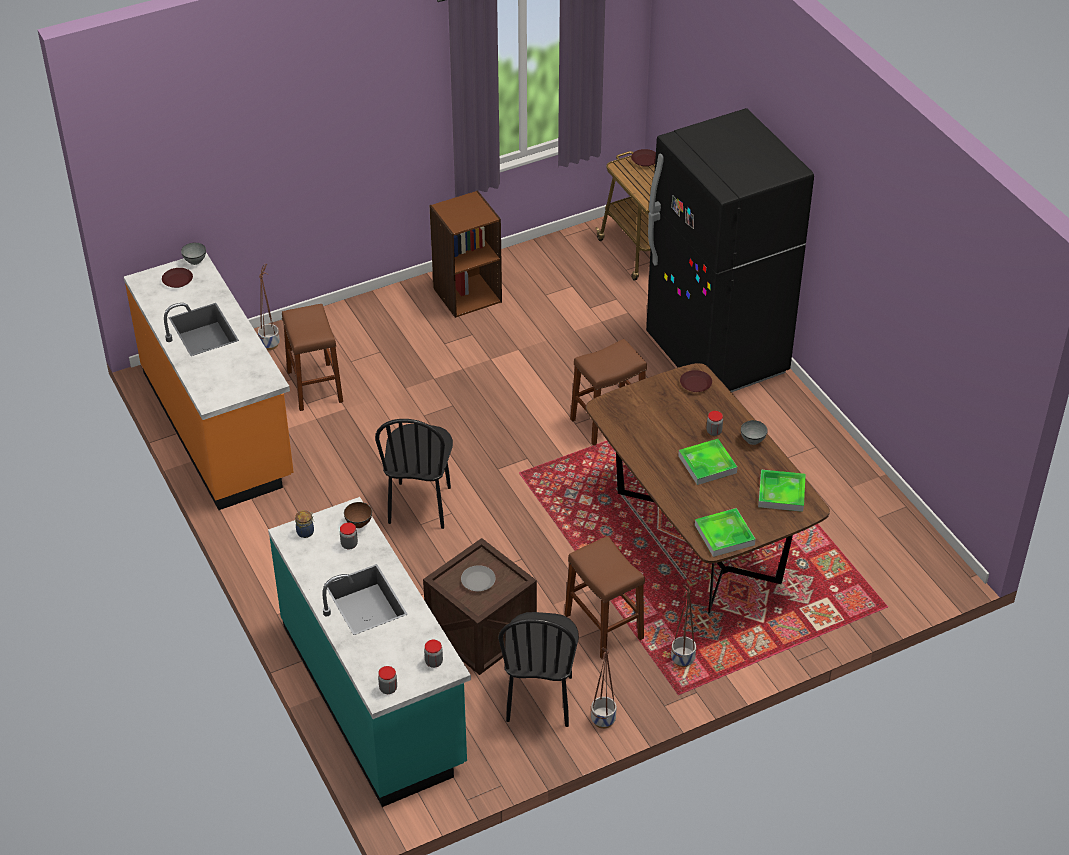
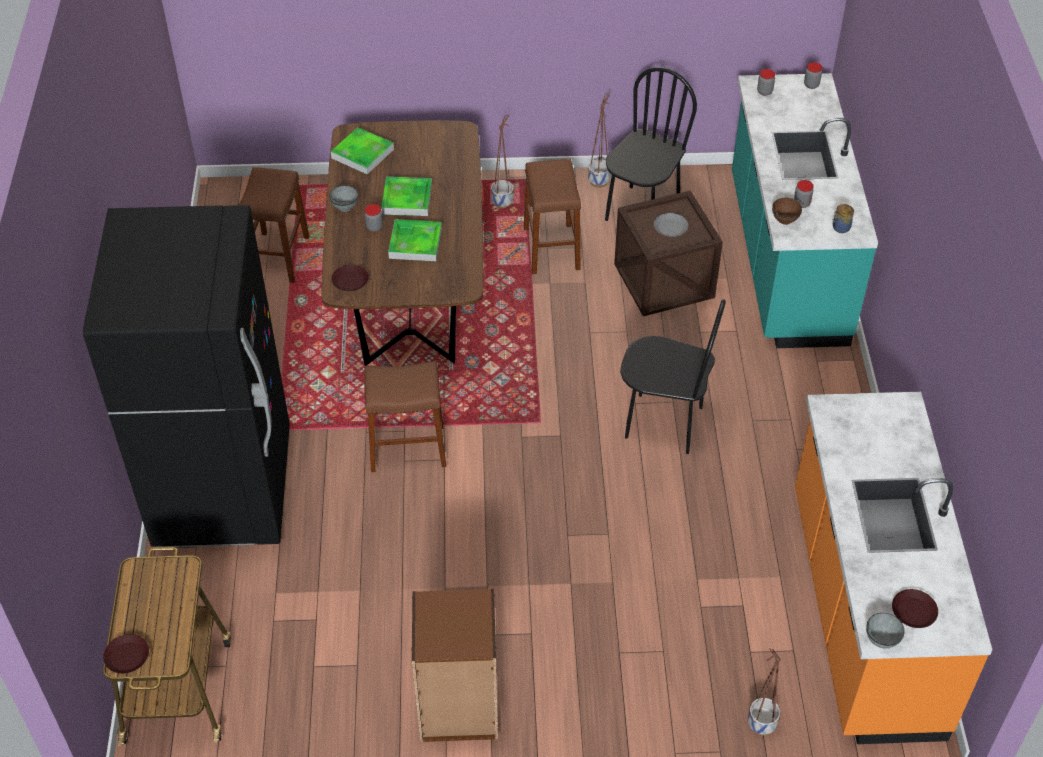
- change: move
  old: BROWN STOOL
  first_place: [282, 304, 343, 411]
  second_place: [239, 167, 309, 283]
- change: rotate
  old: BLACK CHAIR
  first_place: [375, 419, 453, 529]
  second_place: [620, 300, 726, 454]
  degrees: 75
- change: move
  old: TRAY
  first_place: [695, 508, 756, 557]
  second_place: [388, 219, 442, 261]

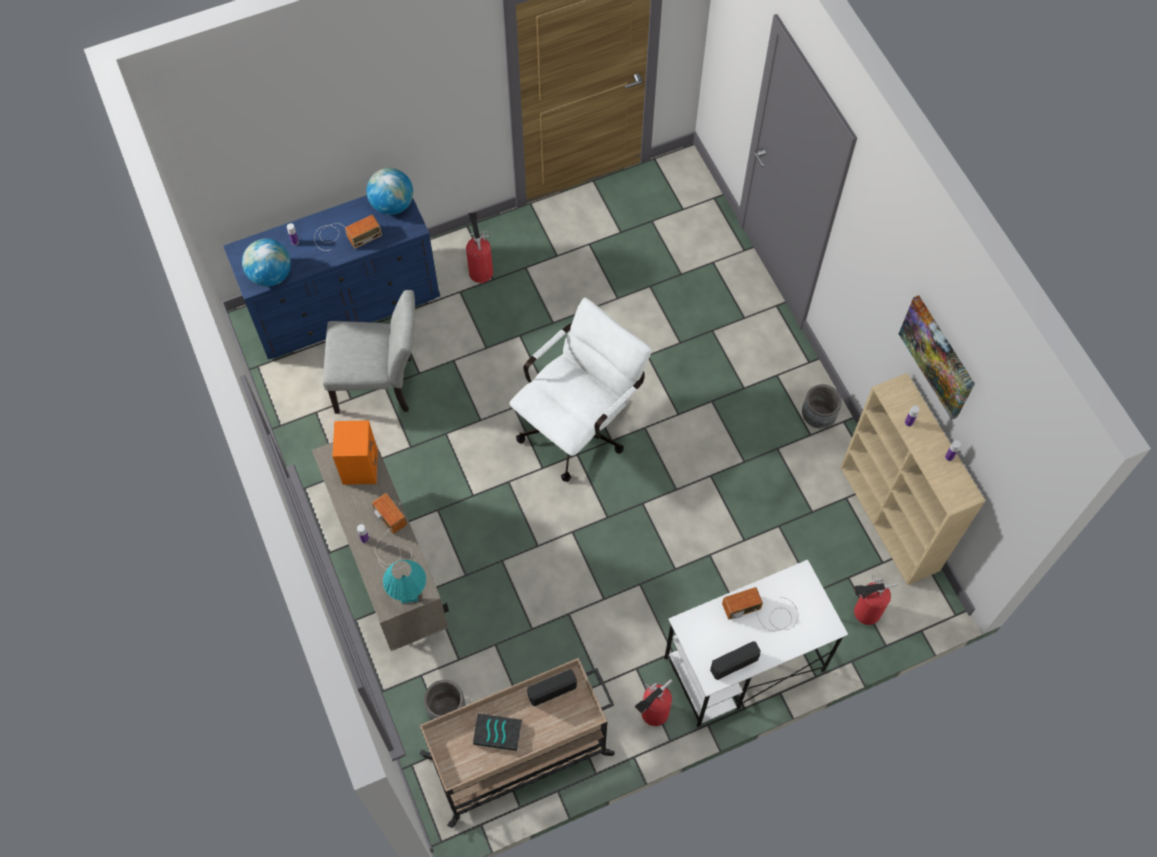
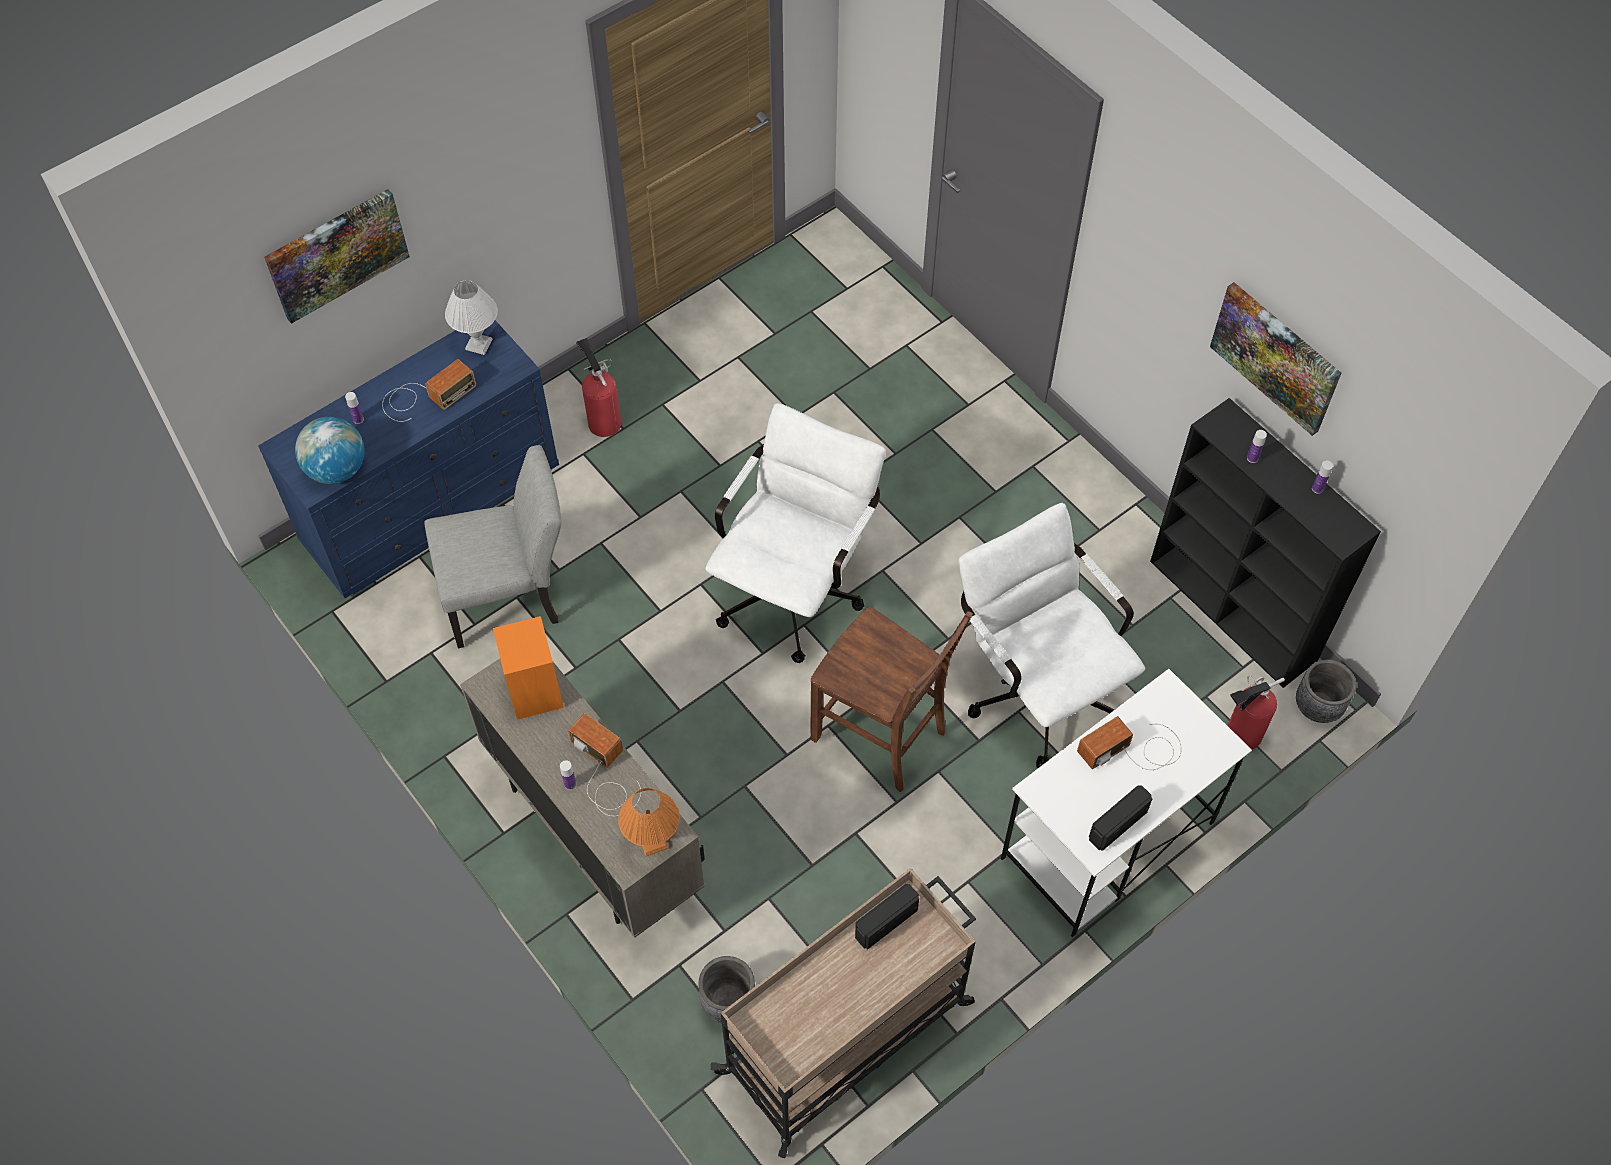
- change: replace
  old: GLOBE
  new: WHITE TABLE LAMP
  first_place: [366, 168, 413, 215]
  second_place: [445, 280, 498, 355]
- change: recolor
  old: BEIGE BOOKCASE
  new: BLACK BOOKCASE
  first_place: [840, 373, 985, 585]
  second_place: [1150, 398, 1381, 688]
- change: move
  old: GREY PLANTER
  first_place: [802, 384, 842, 428]
  second_place: [1296, 659, 1357, 723]
- change: recolor
  old: TURQUOISE TABLE LAMP
  new: ORANGE TABLE LAMP
  first_place: [383, 560, 426, 603]
  second_place: [618, 788, 680, 856]
- change: delete
  old: FIRE EXTINGUISHER
  first_place: [635, 679, 672, 726]
- change: delete
  old: BOOK
  first_place: [473, 713, 522, 751]
- change: insert
  new: PICTURE
  second_place: [264, 189, 410, 324]
- change: insert
  new: WHITE OFFICE CHAIR
  second_place: [958, 503, 1145, 768]
- change: insert
  new: BROWN CHAIR
  second_place: [811, 607, 973, 792]

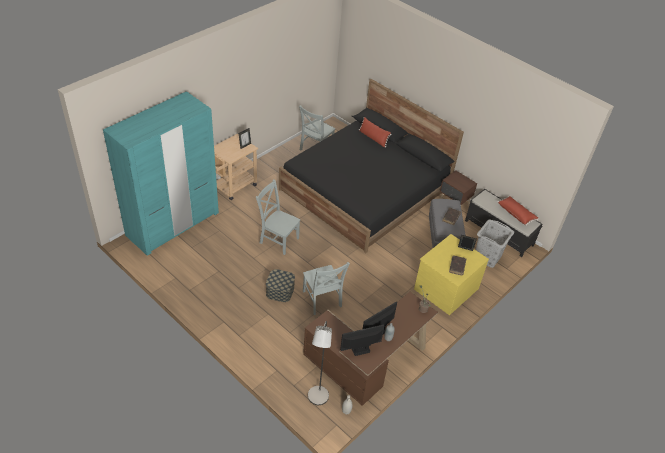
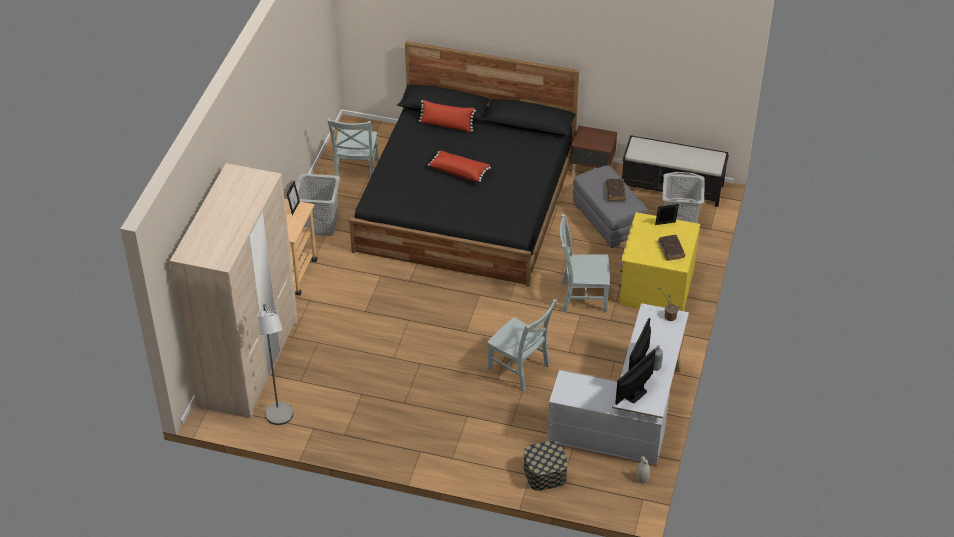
- change: recolor
  old: TURQUOISE WARDROBE
  new: BEIGE WARDROBE
  first_place: [103, 91, 219, 256]
  second_place: [170, 163, 298, 418]
- change: move
  old: GREY CHAIR
  first_place: [256, 180, 301, 255]
  second_place: [560, 214, 610, 312]
- change: move
  old: RED PILLOW
  first_place: [497, 196, 538, 226]
  second_place: [428, 150, 491, 182]
- change: move
  old: STORAGE BOX
  first_place: [266, 269, 295, 302]
  second_place: [524, 440, 568, 491]
- change: recolor
  old: BROWN DESK
  new: WHITE DESK
  first_place: [303, 292, 438, 406]
  second_place: [547, 303, 689, 465]
- change: move
  old: GREY FLOOR LAMP
  first_place: [308, 321, 332, 405]
  second_place: [257, 304, 293, 425]
- change: insert
  new: GREY LAUNDRY BASKET
  second_place: [296, 174, 340, 236]

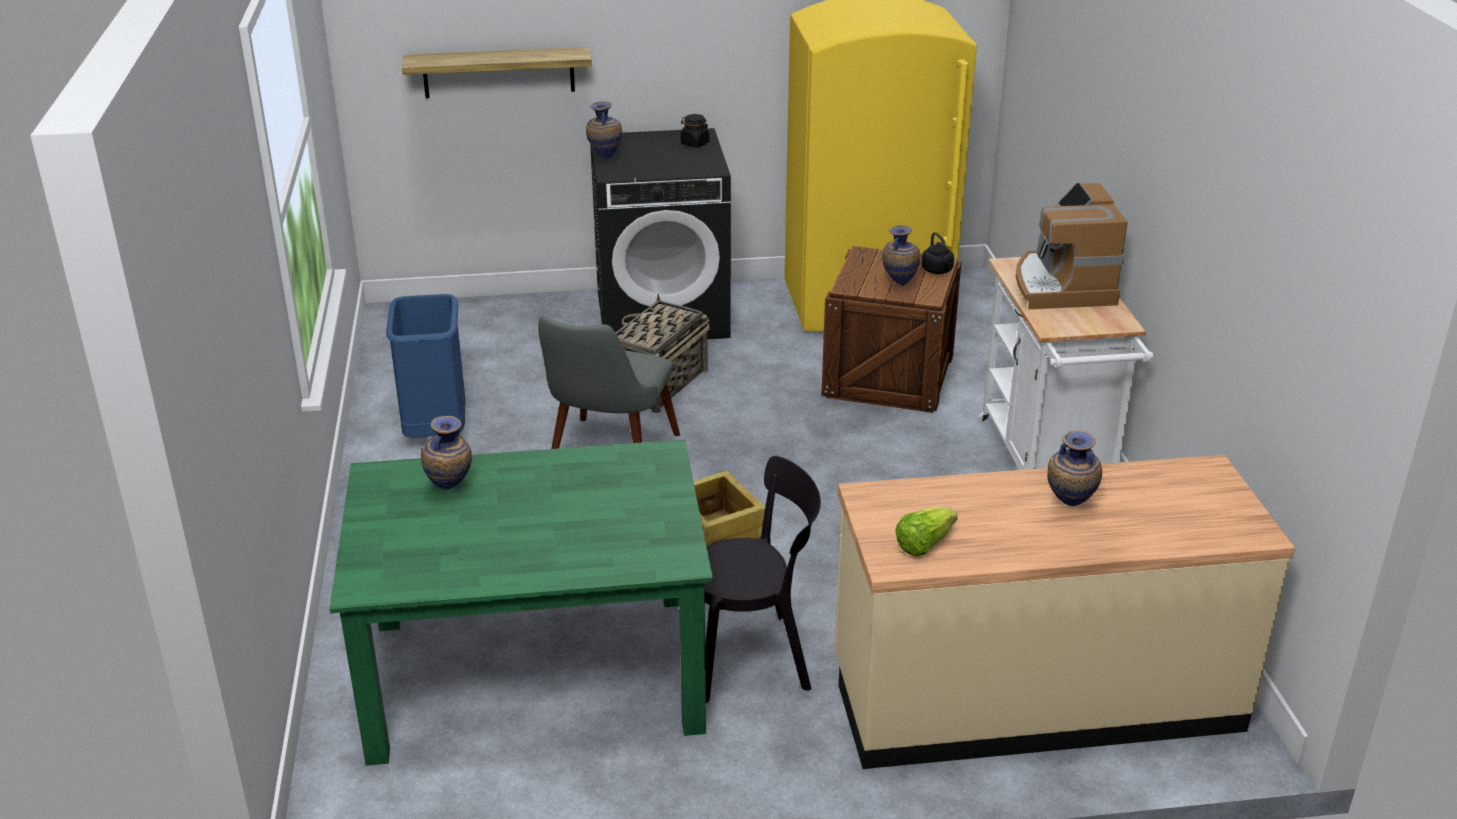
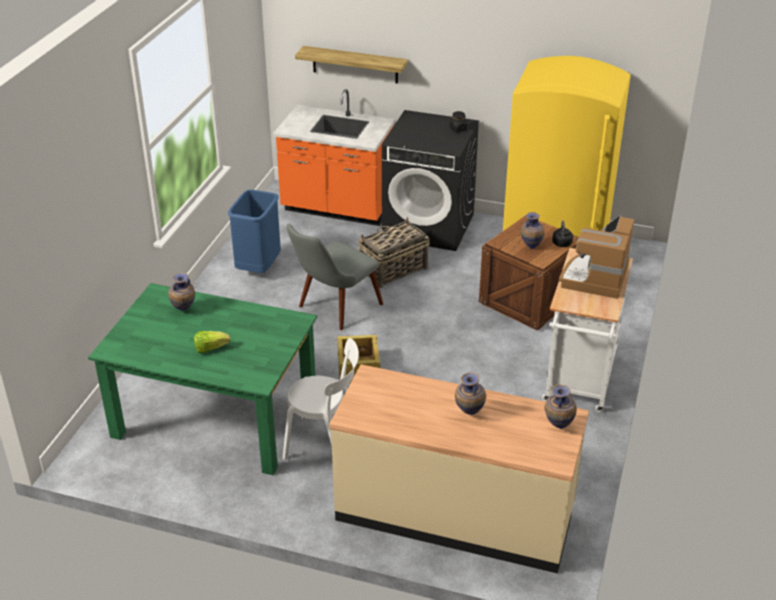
- change: move
  old: VASE
  first_place: [586, 101, 622, 159]
  second_place: [545, 385, 577, 429]
- change: recolor
  old: BLACK CHAIR
  new: WHITE CHAIR
  first_place: [705, 456, 821, 703]
  second_place: [283, 338, 359, 460]
- change: move
  old: LETTUCE
  first_place: [895, 506, 958, 556]
  second_place: [194, 331, 231, 353]
- change: insert
  new: ORANGE COUNTER
  second_place: [273, 89, 395, 226]

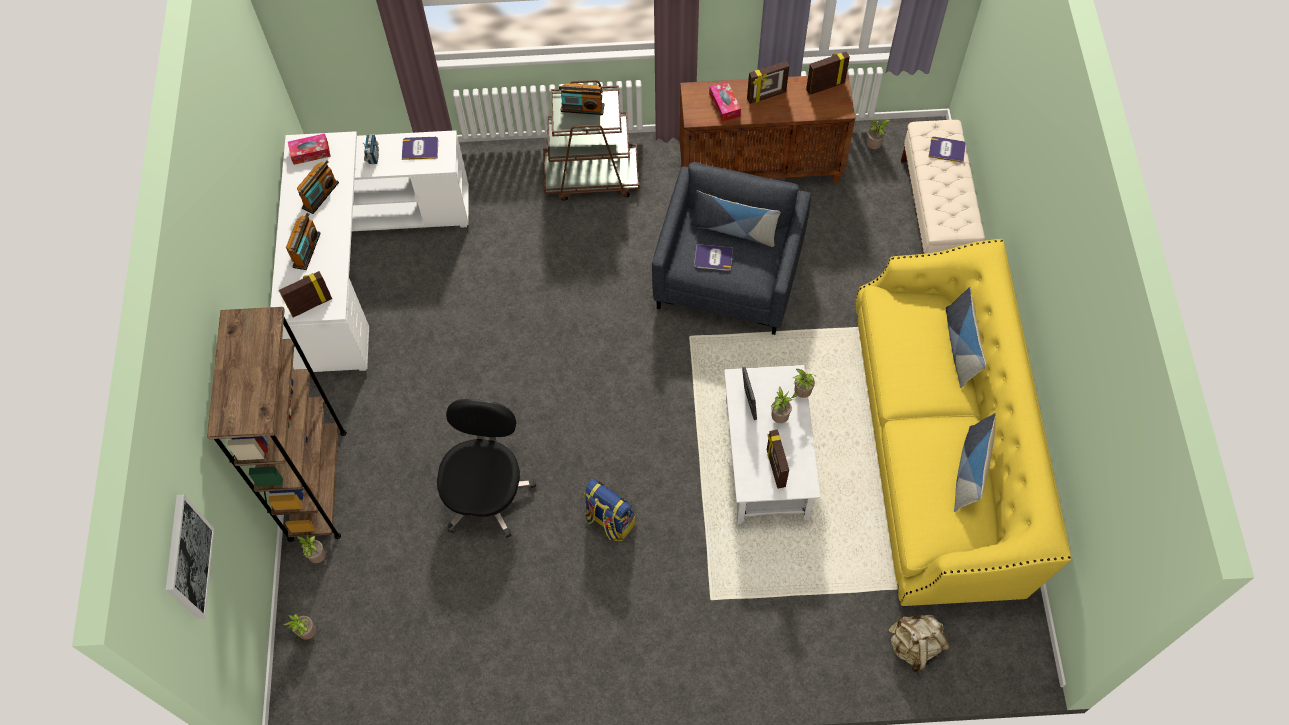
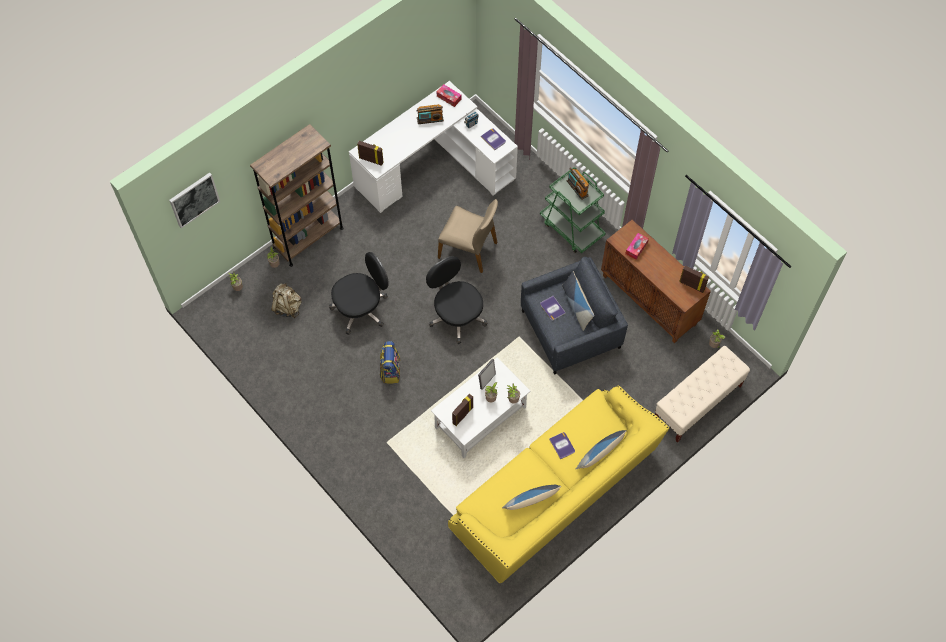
- change: delete
  old: PICTURE FRAME
  first_place: [747, 61, 789, 104]
- change: recolor
  old: BROWN CART
  new: GREEN CART
  first_place: [543, 80, 640, 201]
  second_place: [540, 167, 606, 253]
- change: move
  old: BOOK
  first_place: [929, 137, 966, 163]
  second_place: [549, 432, 575, 459]
- change: delete
  old: RADIO
  first_place: [286, 213, 321, 270]
- change: move
  old: BEIGE BACKPACK
  first_place: [889, 615, 951, 672]
  second_place: [271, 283, 302, 318]
- change: insert
  new: BEIGE CHAIR
  second_place: [438, 199, 498, 273]
- change: insert
  new: BLACK OFFICE CHAIR
  second_place: [426, 256, 488, 344]

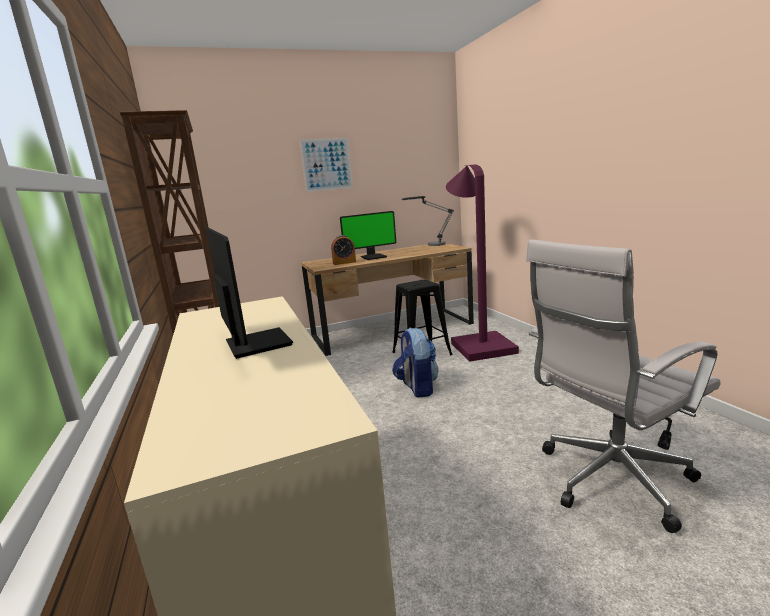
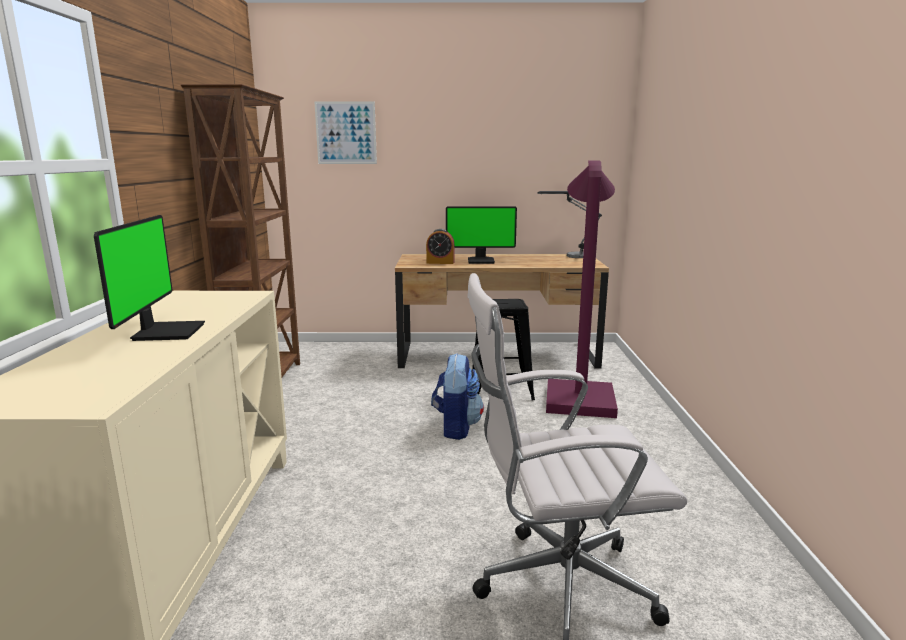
- change: move
  old: PICTURE
  first_place: [300, 138, 353, 192]
  second_place: [315, 102, 377, 164]

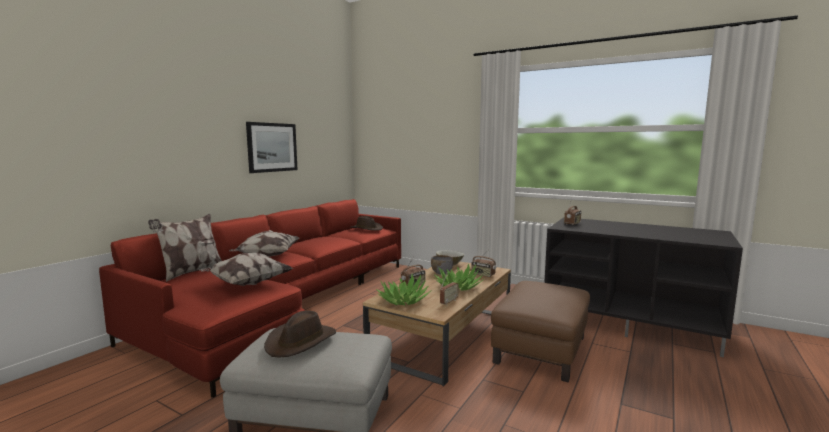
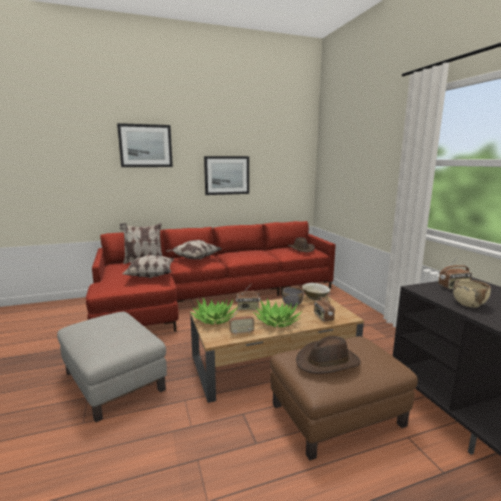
- change: move
  old: BROWN HAT
  first_place: [264, 311, 336, 358]
  second_place: [296, 336, 360, 374]
- change: insert
  new: PICTURE
  second_place: [117, 123, 173, 167]
- change: insert
  new: BEIGE BOWL
  second_place: [453, 279, 491, 307]

